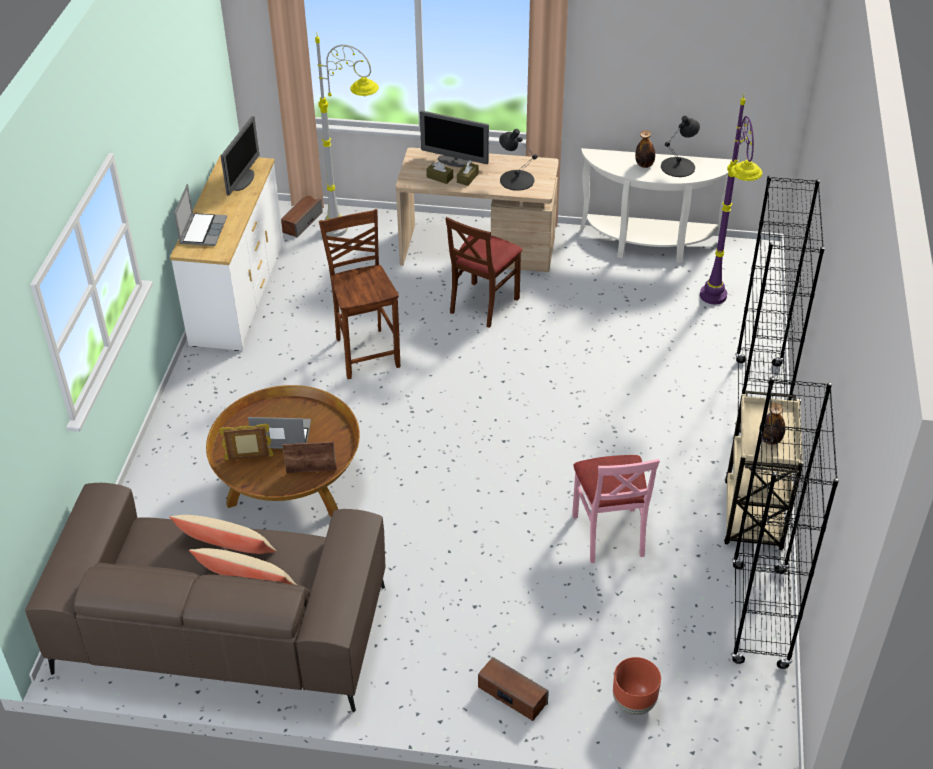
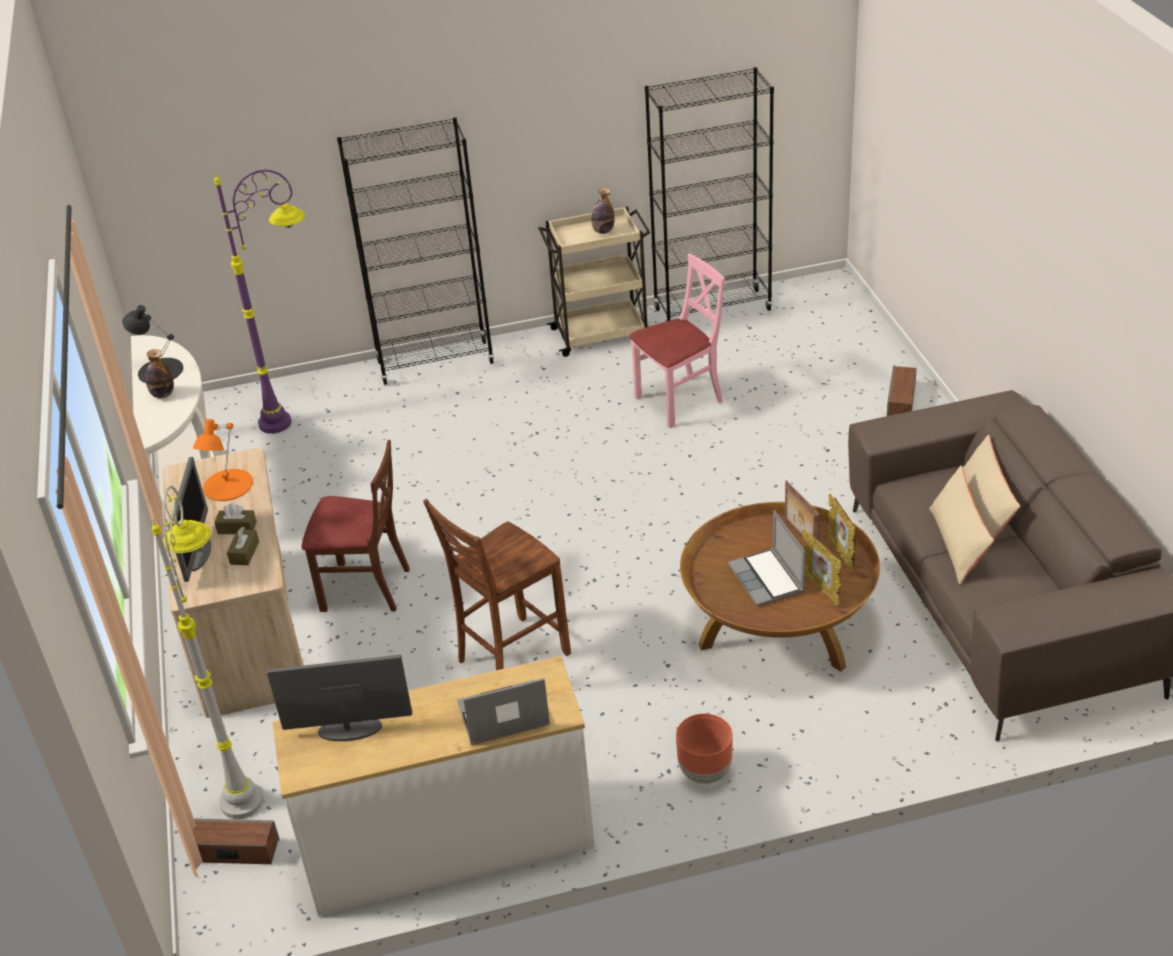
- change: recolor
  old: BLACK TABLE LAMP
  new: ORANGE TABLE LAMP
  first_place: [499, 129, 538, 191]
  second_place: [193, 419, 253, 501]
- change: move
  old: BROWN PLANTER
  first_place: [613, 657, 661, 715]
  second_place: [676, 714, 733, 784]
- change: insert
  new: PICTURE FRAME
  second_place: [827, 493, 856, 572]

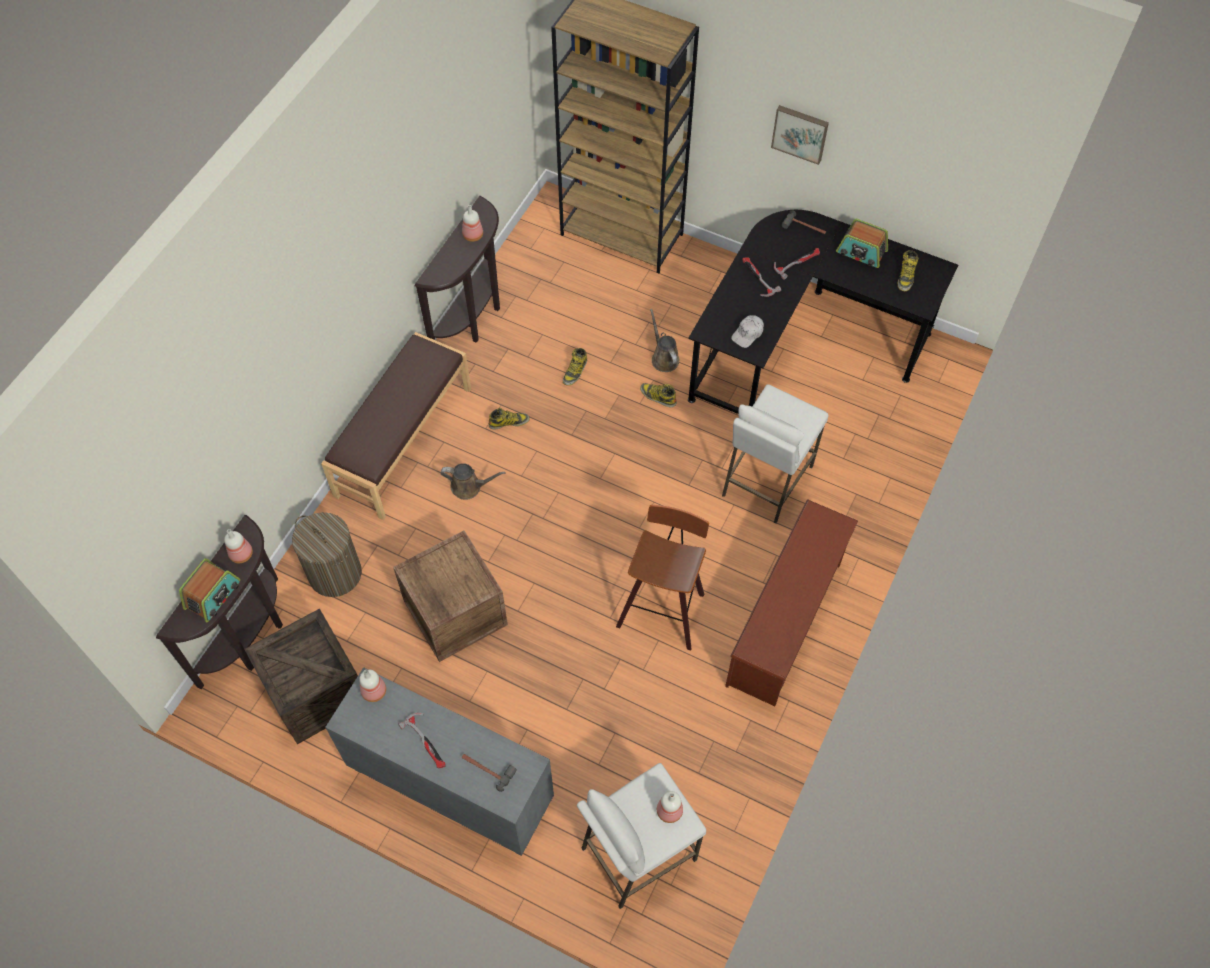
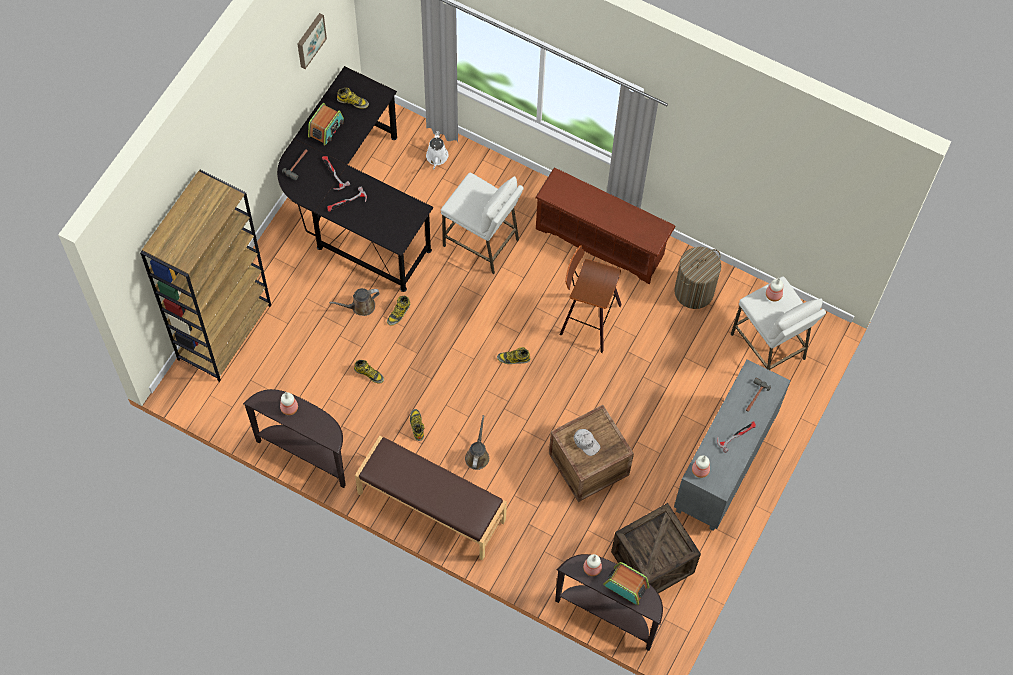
- change: move
  old: PICTURE
  first_place: [771, 105, 829, 165]
  second_place: [298, 13, 327, 69]
- change: move
  old: WHITE CAP
  first_place: [731, 315, 764, 348]
  second_place: [574, 429, 601, 456]
- change: move
  old: LAUNDRY BASKET
  first_place: [292, 512, 362, 597]
  second_place: [674, 247, 721, 309]
- change: insert
  new: WHITE WATERING CAN
  second_place: [426, 131, 449, 169]
- change: insert
  new: BOOT
  second_place: [497, 347, 531, 364]

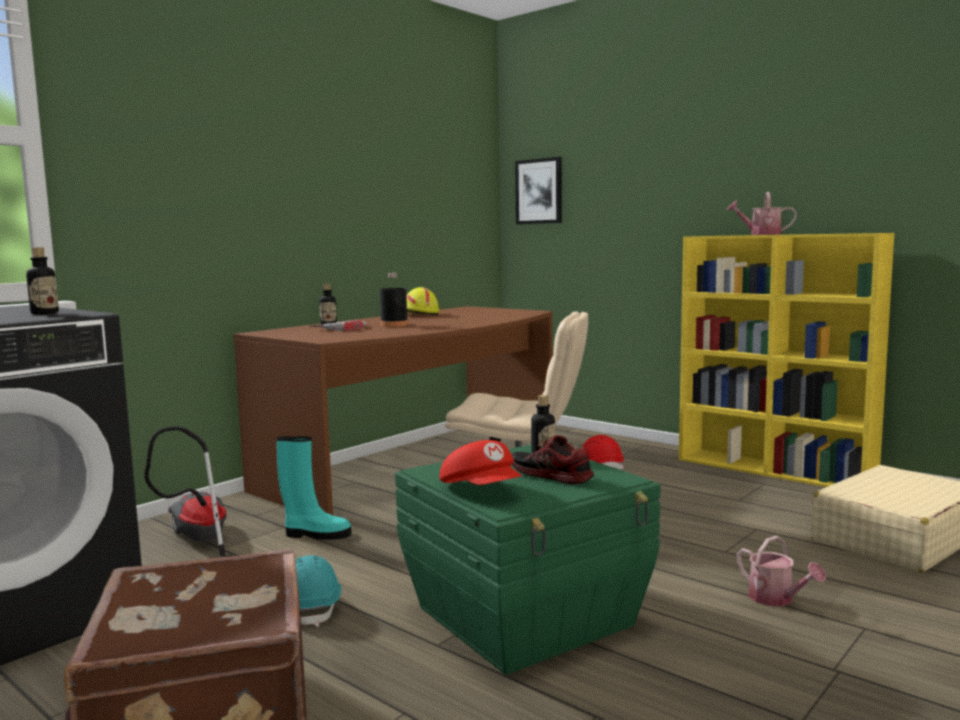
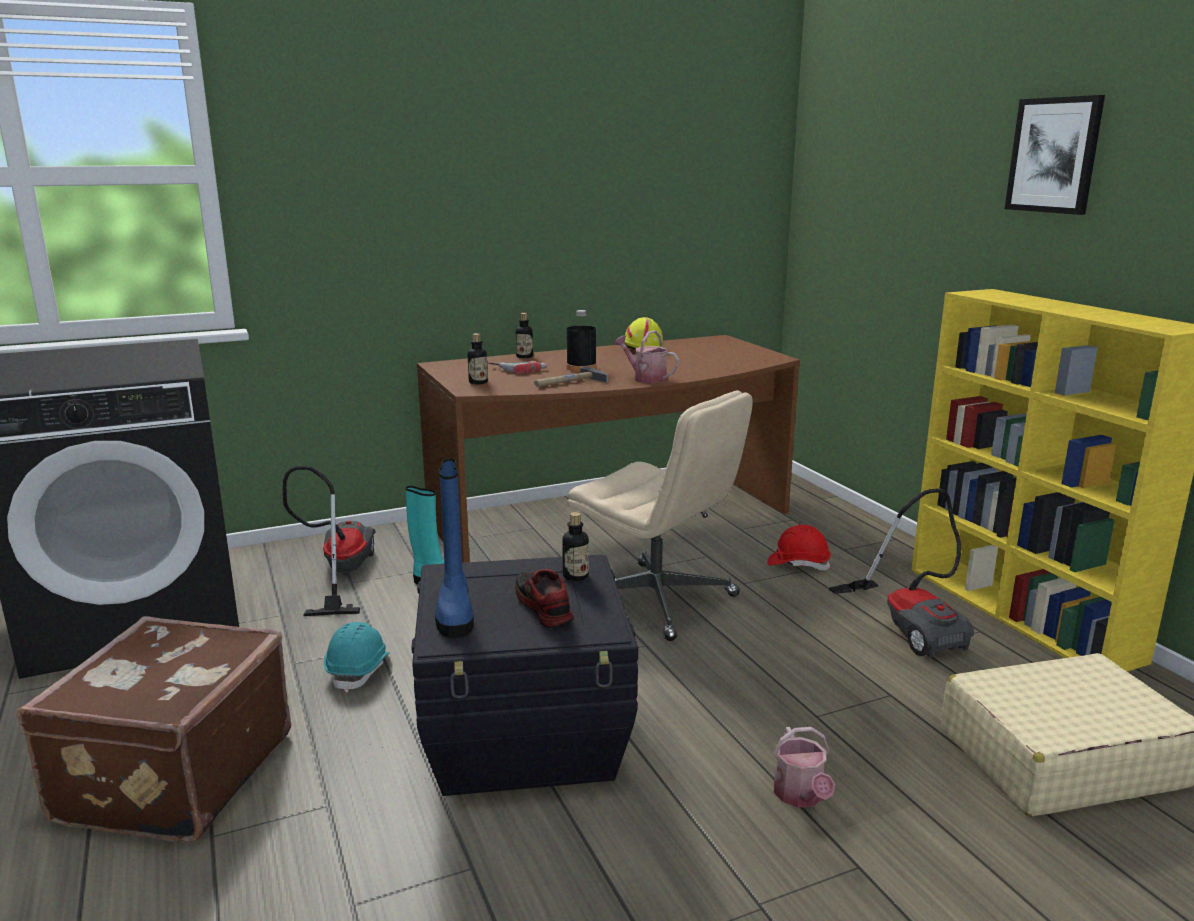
- change: move
  old: PICTURE
  first_place: [515, 157, 562, 224]
  second_place: [1005, 95, 1105, 215]
- change: move
  old: WATERING CAN
  first_place: [727, 192, 797, 235]
  second_place: [614, 330, 679, 383]
- change: move
  old: BOTTLE
  first_place: [26, 247, 59, 314]
  second_place: [468, 333, 488, 384]
- change: replace
  old: RED CAP
  new: BLUE BOOT
  first_place: [440, 440, 522, 485]
  second_place: [435, 458, 474, 638]
- change: recolor
  old: GREEN STORAGE BOX
  new: BLACK STORAGE BOX
  first_place: [395, 445, 661, 675]
  second_place: [411, 555, 638, 796]
- change: insert
  new: HAMMER
  second_place: [534, 366, 608, 387]
- change: insert
  new: VACUUM CLEANER
  second_place: [829, 489, 974, 658]

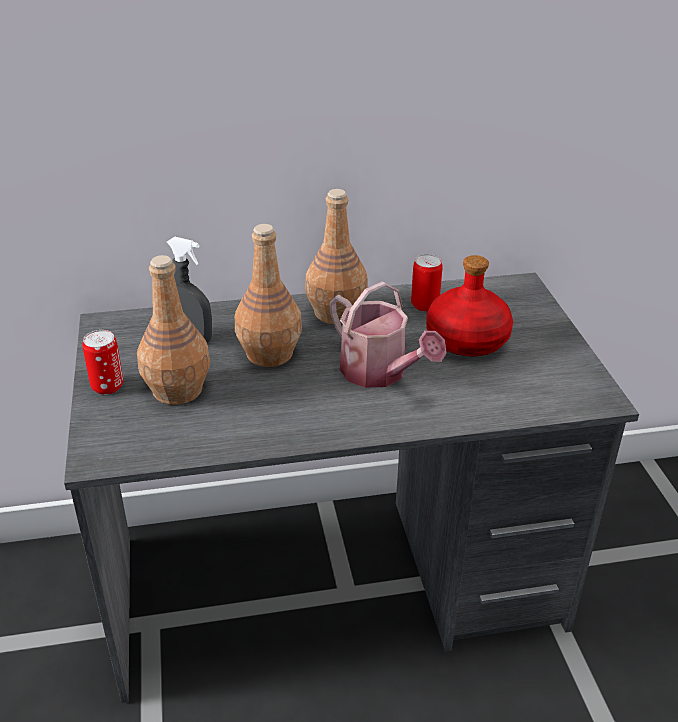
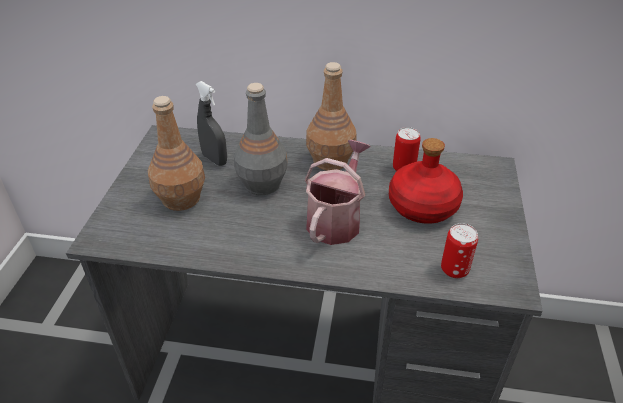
- change: recolor
  old: BROWN BOTTLE
  new: GREY BOTTLE
  first_place: [235, 224, 302, 367]
  second_place: [234, 83, 288, 195]
- change: rotate
  old: WATERING CAN
  first_place: [330, 281, 447, 388]
  second_place: [305, 140, 371, 245]
  degrees: -135
- change: move
  old: CAN
  first_place: [82, 330, 123, 395]
  second_place: [441, 223, 478, 278]

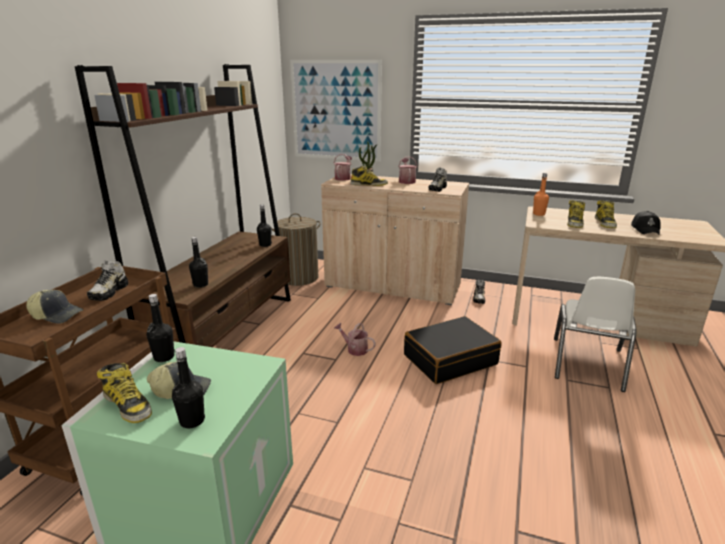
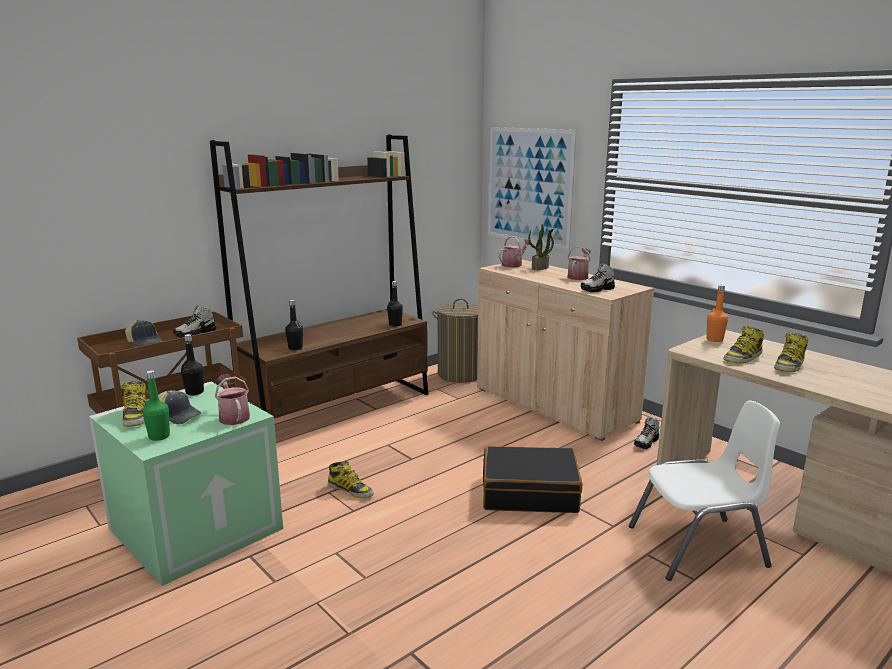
- change: move
  old: BOOT
  first_place: [351, 166, 388, 186]
  second_place: [328, 461, 374, 498]
- change: delete
  old: BLACK CAP
  first_place: [631, 211, 661, 234]
- change: rotate
  old: WHITE CHAIR
  first_place: [554, 277, 636, 392]
  second_place: [629, 400, 780, 581]
  degrees: -150
- change: move
  old: WATERING CAN
  first_place: [334, 323, 376, 356]
  second_place: [215, 375, 250, 425]
- change: recolor
  old: BLACK BOTTLE
  new: GREEN BOTTLE
  first_place: [172, 347, 205, 428]
  second_place: [143, 370, 170, 441]

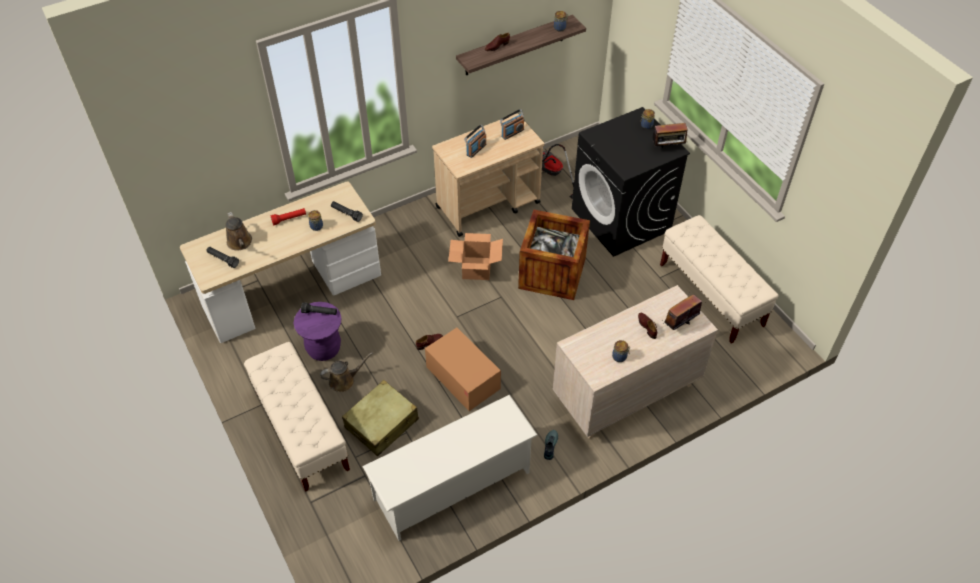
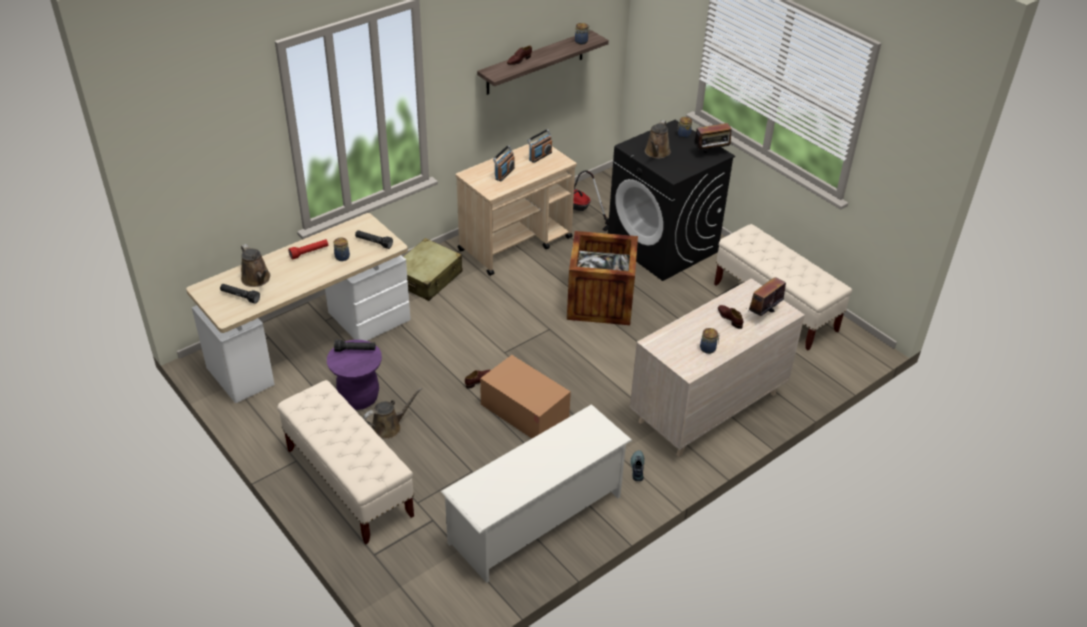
- change: delete
  old: CARDBOARD BOX
  first_place: [448, 233, 503, 280]
- change: move
  old: BEIGE SUITCASE
  first_place: [342, 380, 419, 456]
  second_place: [403, 238, 463, 301]
- change: insert
  new: BROWN WATERING CAN
  second_place: [645, 120, 671, 159]

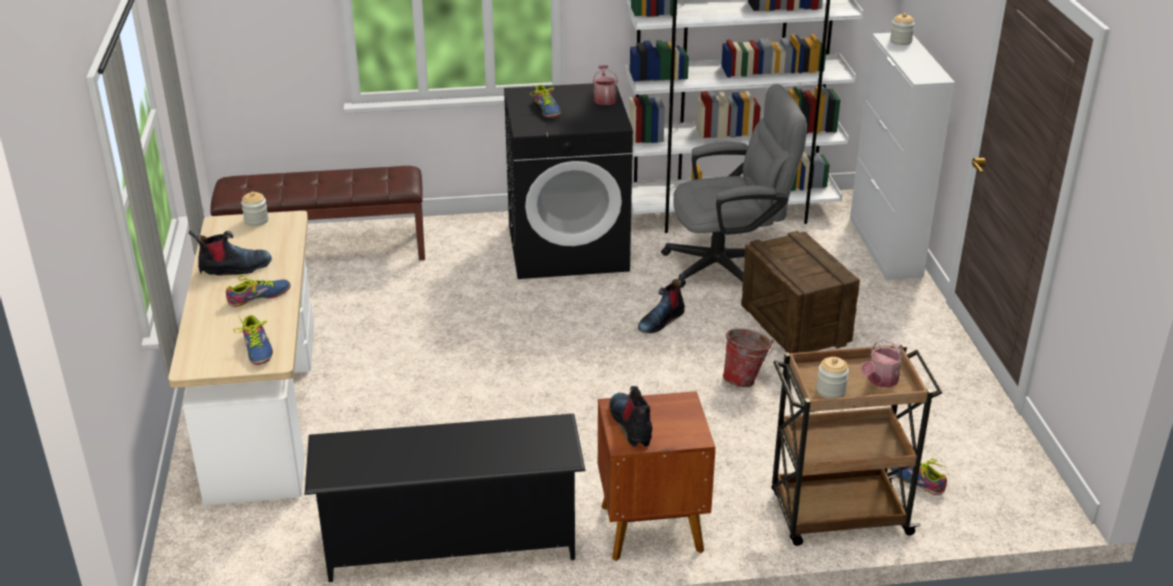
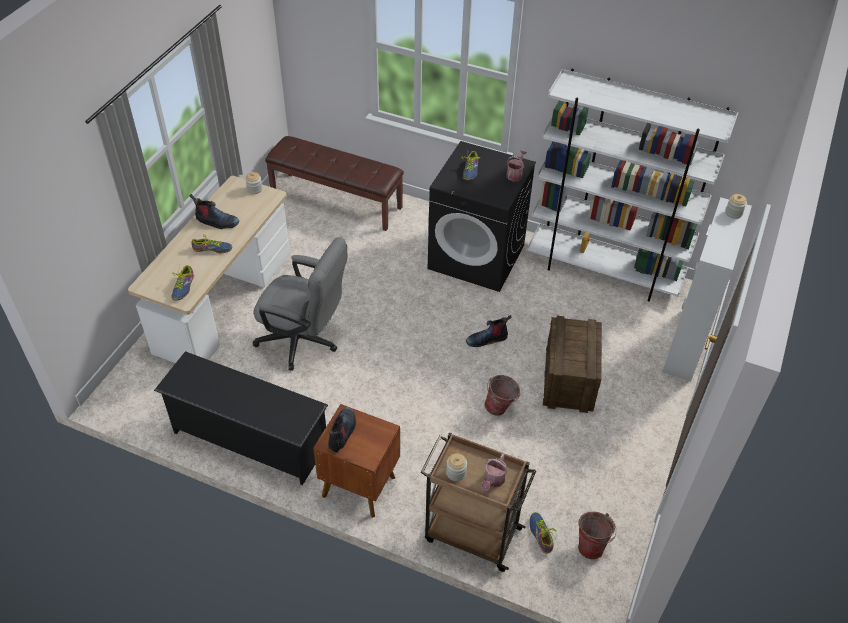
- change: move
  old: GREY OFFICE CHAIR
  first_place: [661, 84, 807, 288]
  second_place: [253, 237, 347, 371]
- change: rotate
  old: WATERING CAN
  first_place: [861, 339, 902, 387]
  second_place: [481, 453, 508, 491]
  degrees: -45
- change: insert
  new: BUCKET
  second_place: [578, 512, 616, 559]

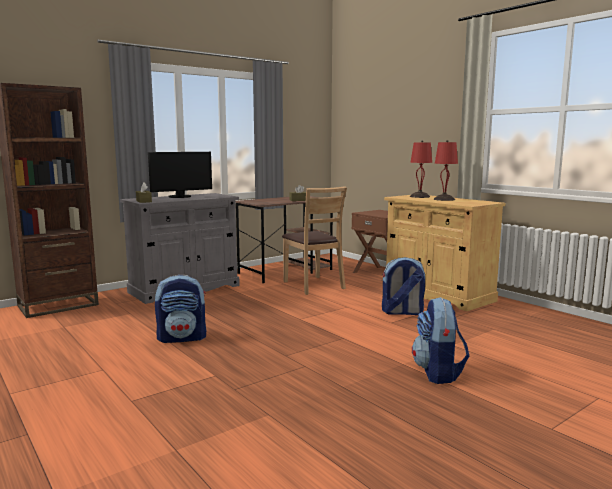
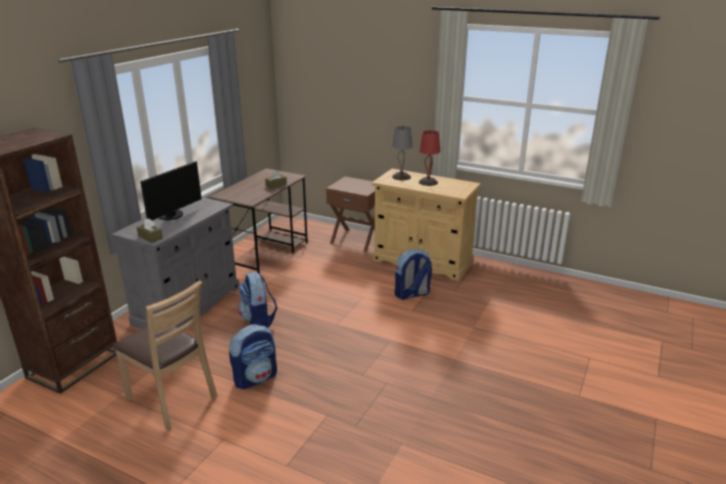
- change: recolor
  old: RED TABLE LAMP
  new: GREY TABLE LAMP
  first_place: [410, 140, 432, 198]
  second_place: [392, 126, 413, 180]
- change: move
  old: BROWN CHAIR
  first_place: [282, 186, 347, 295]
  second_place: [113, 280, 218, 431]
- change: move
  old: BACKPACK
  first_place: [412, 297, 469, 384]
  second_place: [238, 272, 277, 328]

